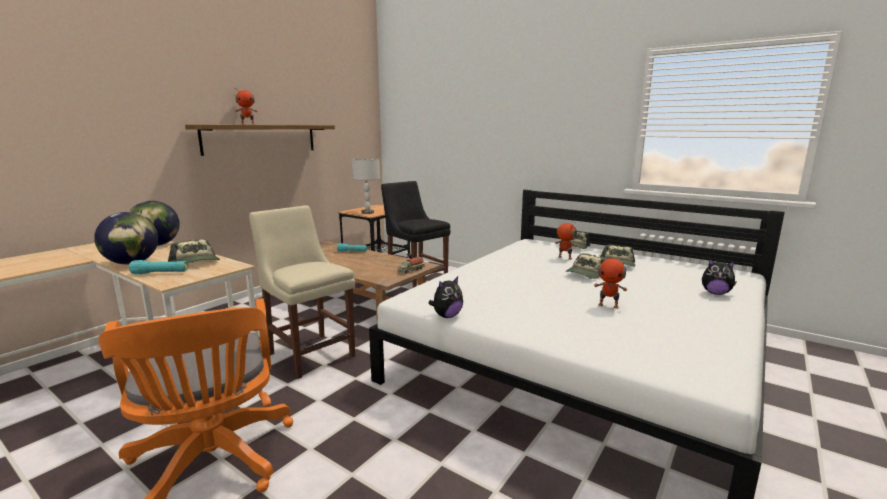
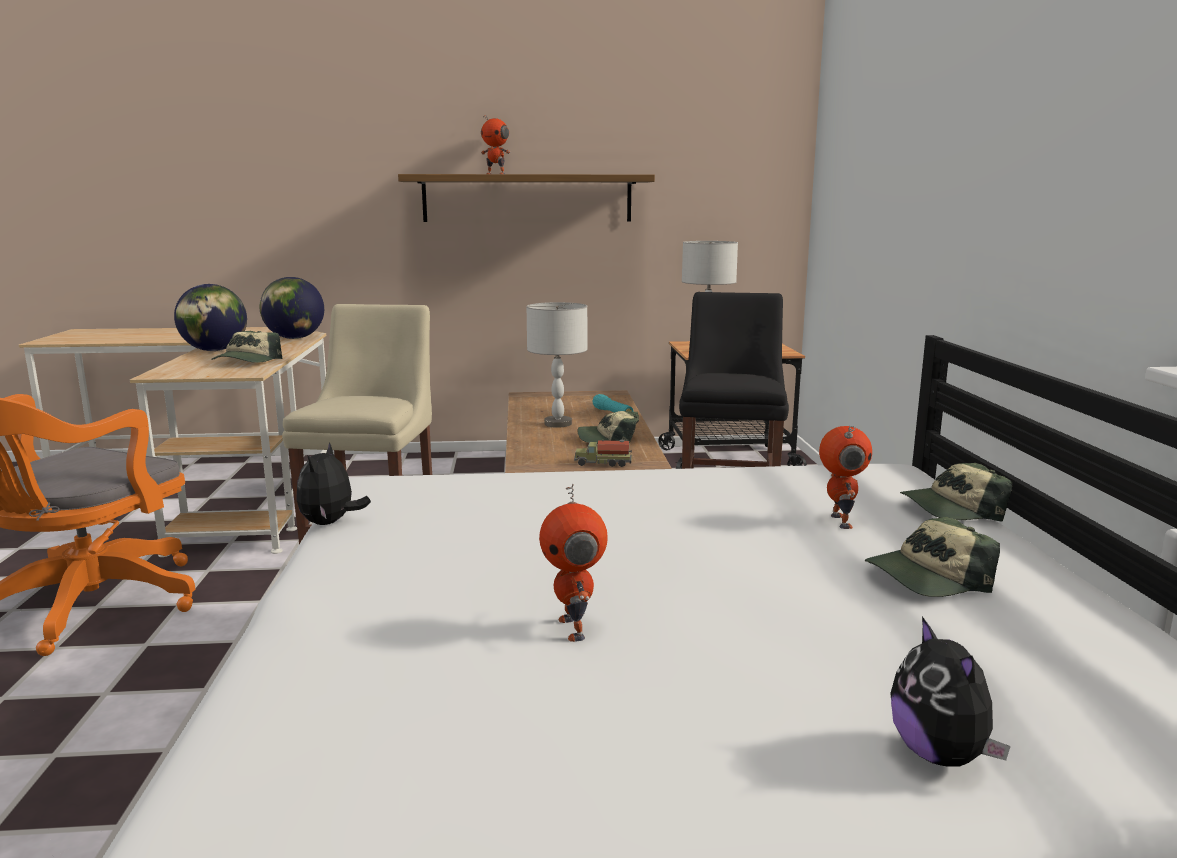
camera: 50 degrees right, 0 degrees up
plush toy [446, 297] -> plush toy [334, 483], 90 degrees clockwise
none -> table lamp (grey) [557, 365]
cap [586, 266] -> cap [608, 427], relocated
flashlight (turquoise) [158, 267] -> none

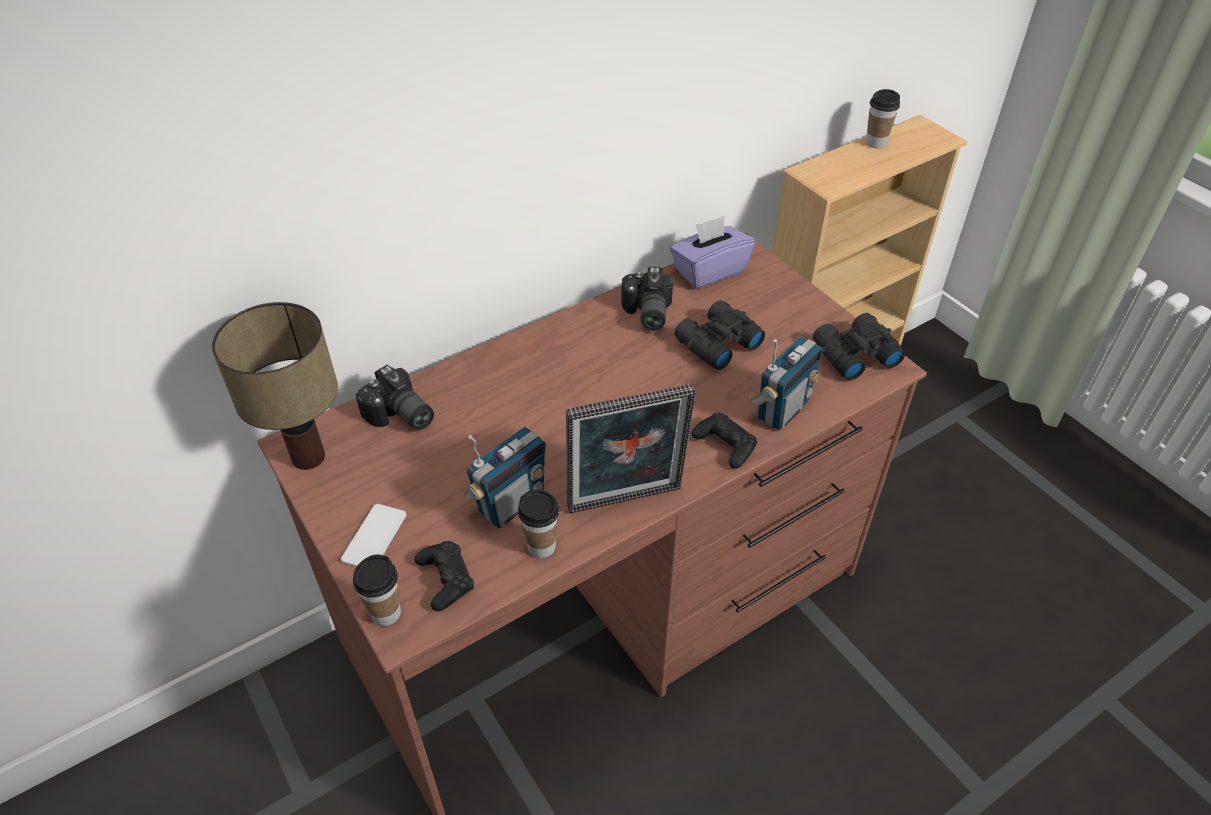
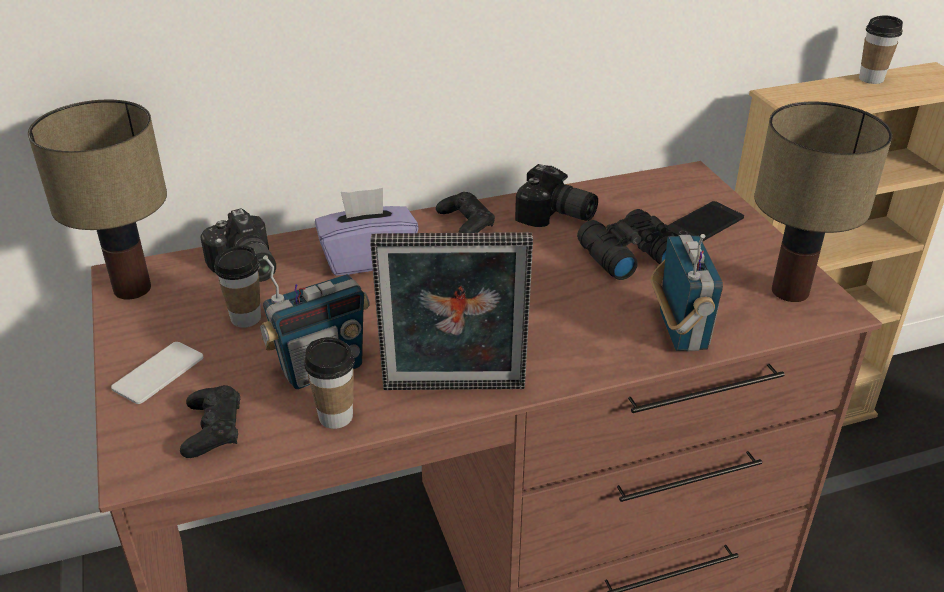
camera: 15 degrees right, 10 degrees down
cup [377, 590] -> cup [237, 286], relocated
tissue box (purple) [713, 252] -> tissue box (purple) [367, 231], relocated
game controller (black) [724, 441] -> game controller (black) [465, 212], relocated
photo camera [647, 299] -> photo camera [556, 195], 75 degrees counterclockwise
radio [786, 383] -> radio [686, 293], 60 degrees counterclockwise
none -> phone [705, 221]
binoculars (black) [859, 346] -> table lamp [823, 202]

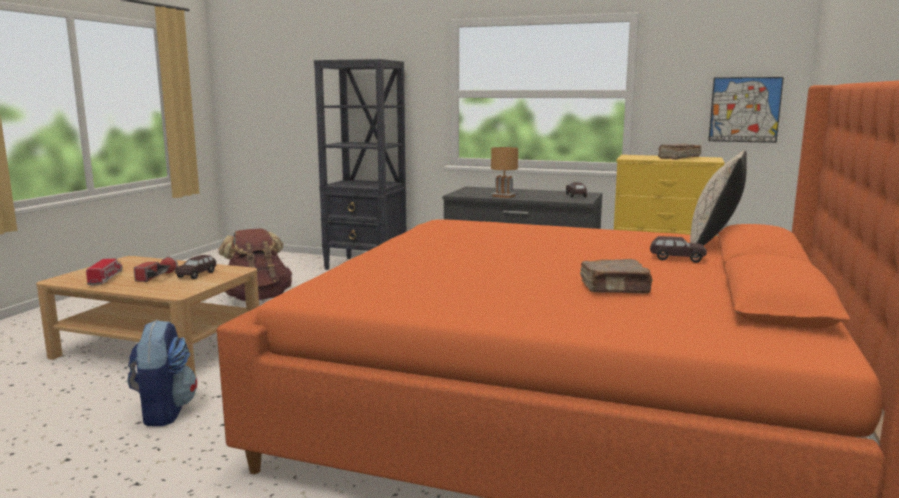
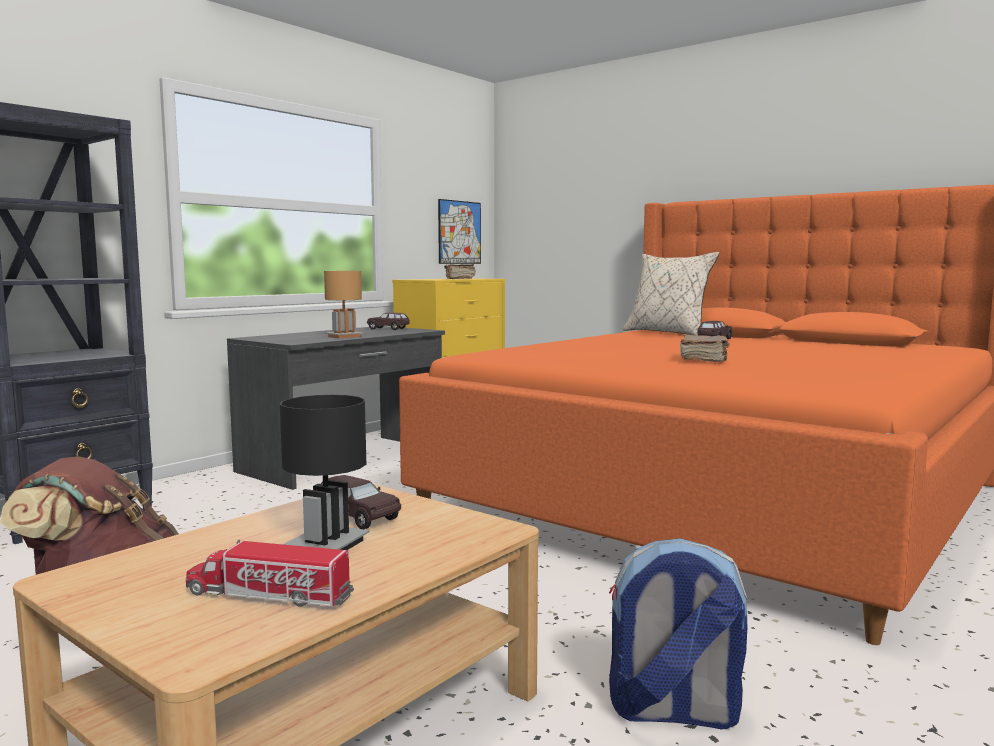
camera: 70 degrees left, 5 degrees down
flashlight [156, 269] -> table lamp (black) [324, 472]
book (brown) [616, 276] -> book (brown) [705, 348], relocated

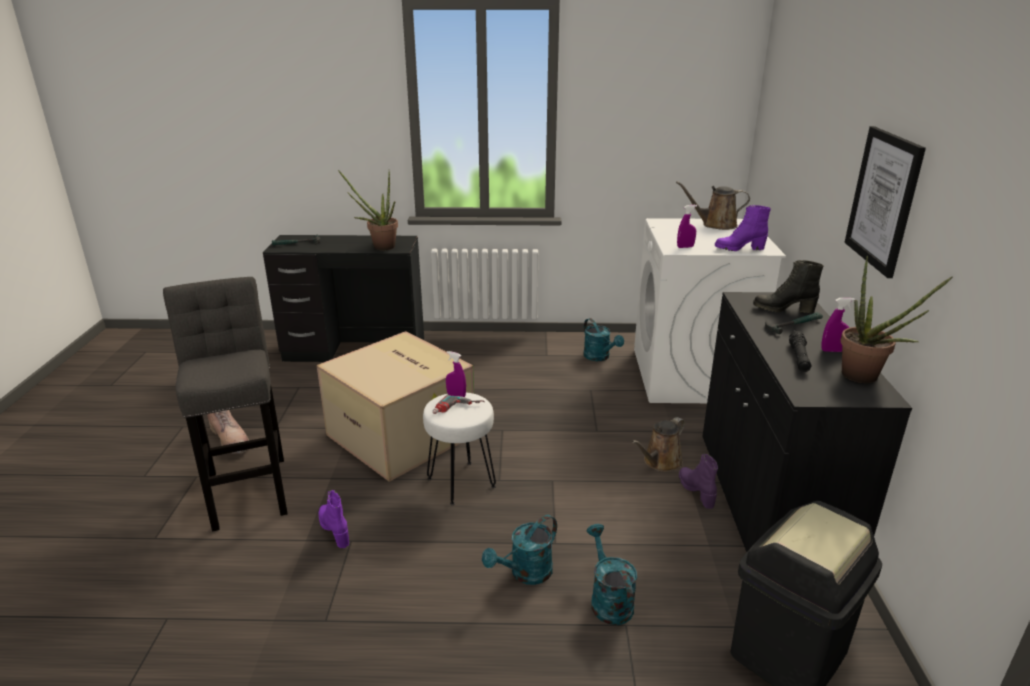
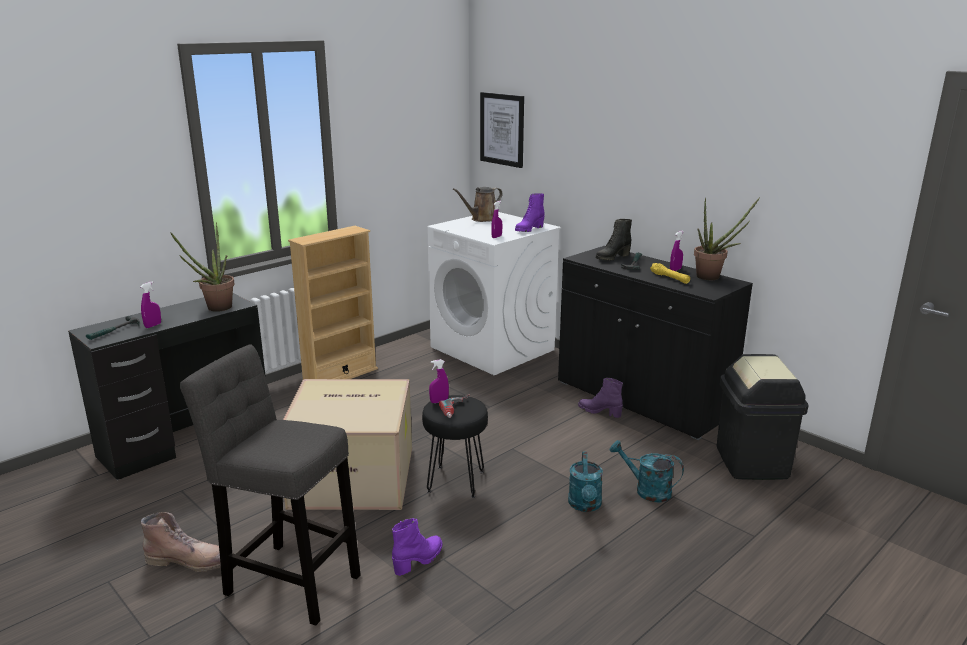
camera: 45 degrees left, 5 degrees down
none -> spray bottle (purple) [150, 304]
none -> bookcase (beige) [333, 302]
boot (purple) [334, 519] -> boot (purple) [417, 547], 120 degrees clockwise
stool (white) [459, 448] -> stool (black) [455, 446]
picture [885, 202] -> picture [502, 130], relocated
flashlight (black) [800, 351] -> flashlight (yellow) [670, 273]
watering can (turquoise) [603, 339] -> none
watering can (brown) [658, 444] -> none

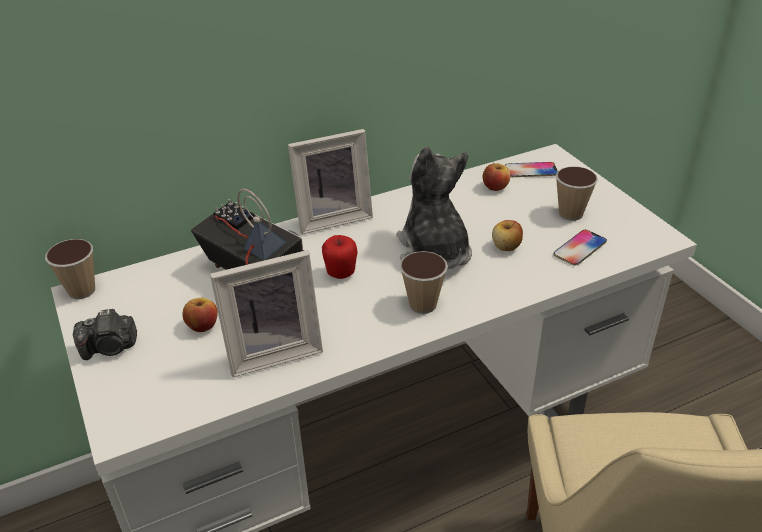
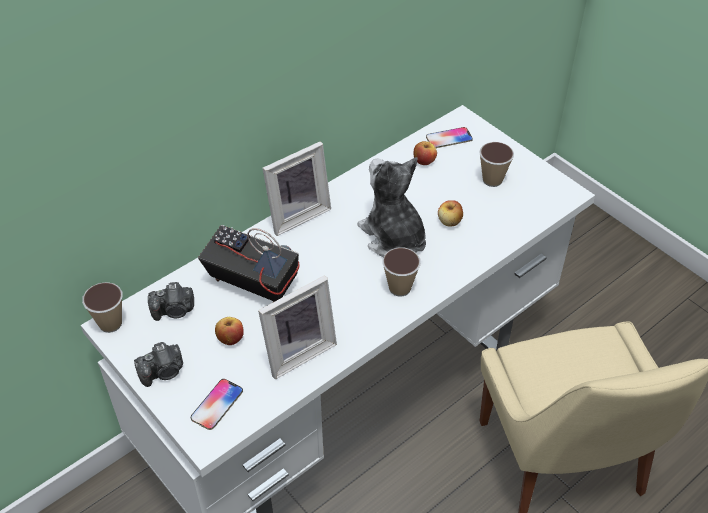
camera: 15 degrees left, 10 degrees up
none -> photo camera [171, 301]
phone [580, 248] -> phone [217, 404], relocated
apple [340, 257] -> none

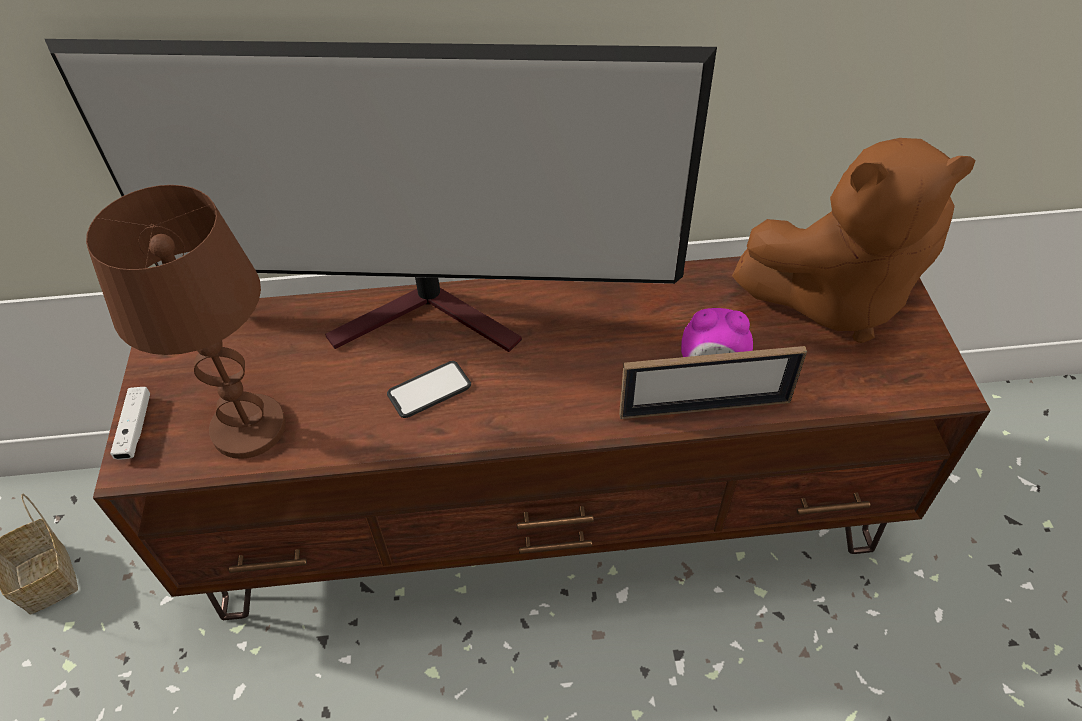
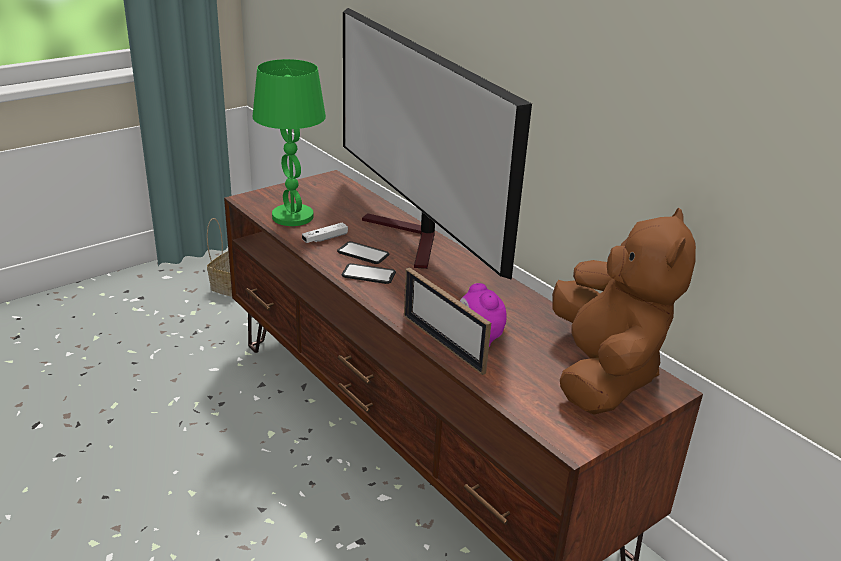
camera: 55 degrees right, 20 degrees down
table lamp (brown) [186, 322] -> table lamp (green) [289, 142]
game controller (white) [130, 423] -> game controller (white) [325, 233], relocated
none -> phone [368, 273]
plush toy (brown) [854, 240] -> plush toy (brown) [624, 311], 135 degrees counterclockwise

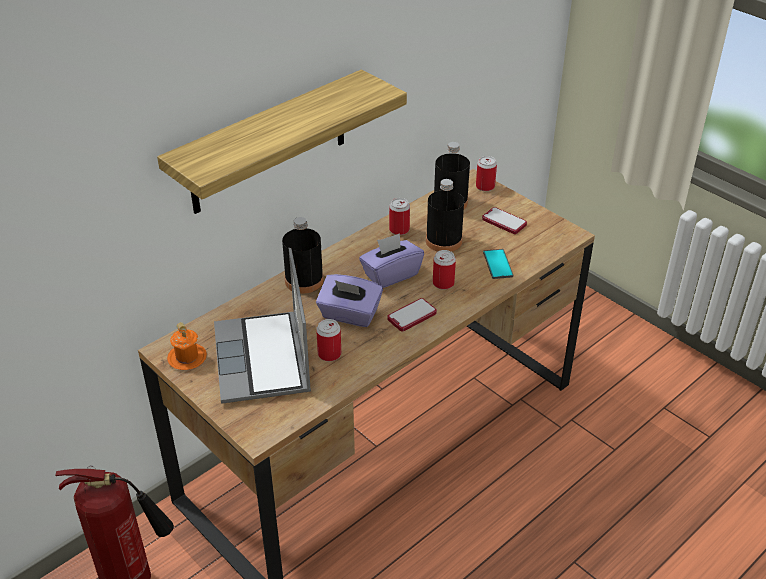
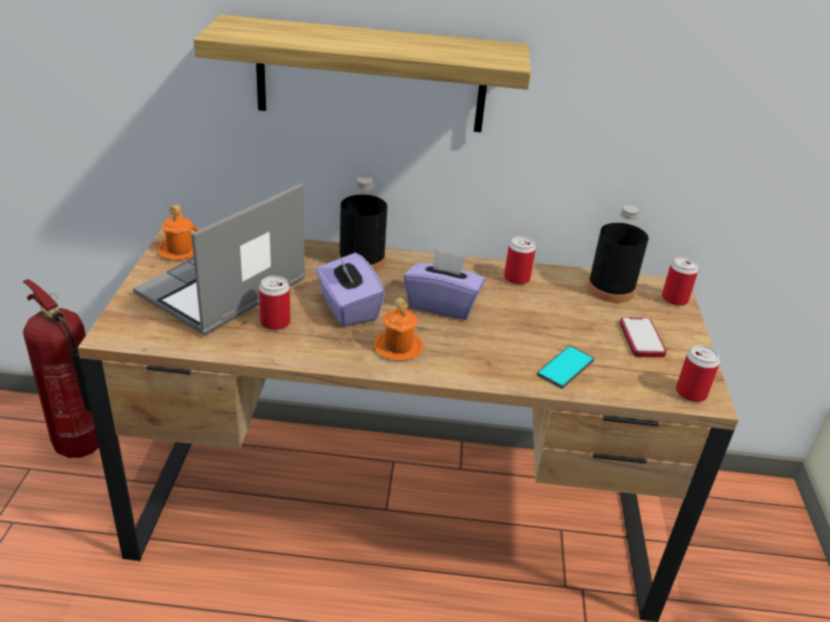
camera: 45 degrees right, 5 degrees down
phone [412, 315] -> mug (orange) [398, 329]
can [444, 270] -> can [698, 373], relocated
bottle (black) [445, 215] -> none

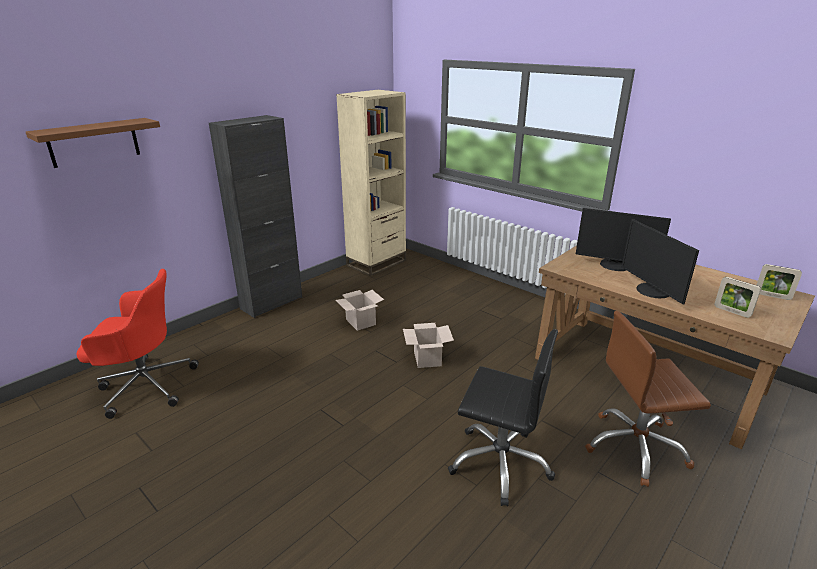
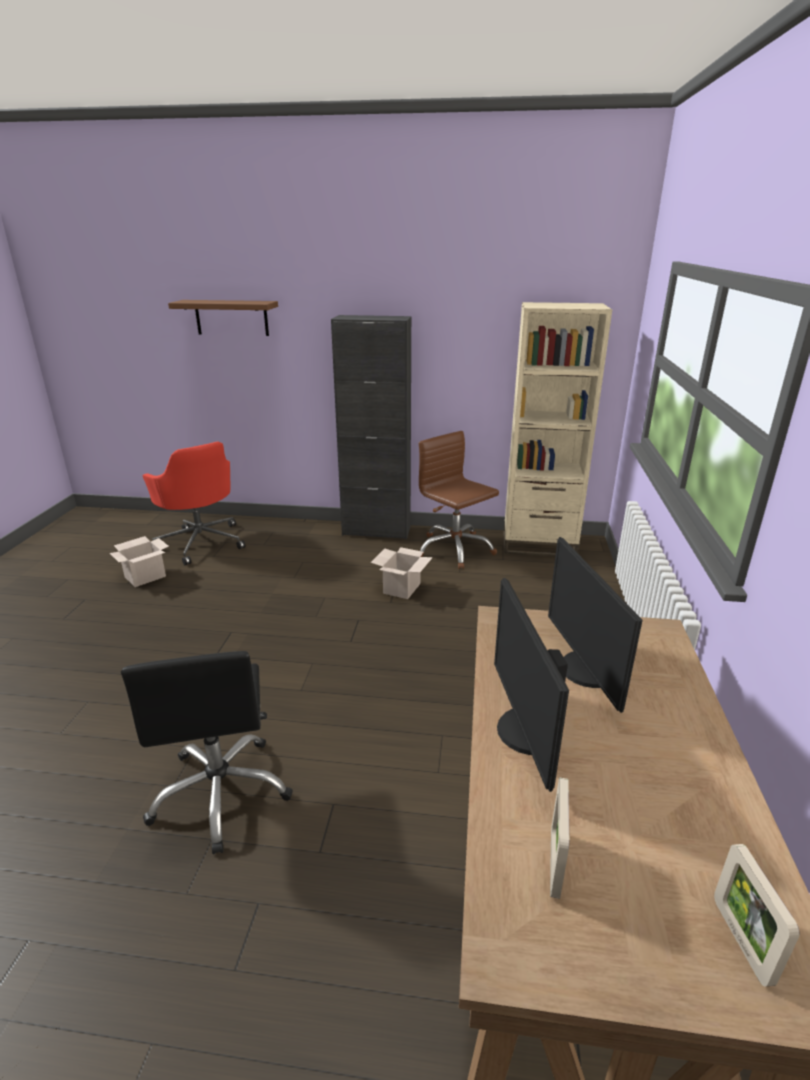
camera: 55 degrees right, 0 degrees up
cardboard box [428, 345] -> cardboard box [139, 561], relocated
office chair (brown) [648, 399] -> office chair (brown) [459, 500], relocated
monitor [660, 262] -> monitor [531, 685], 45 degrees counterclockwise

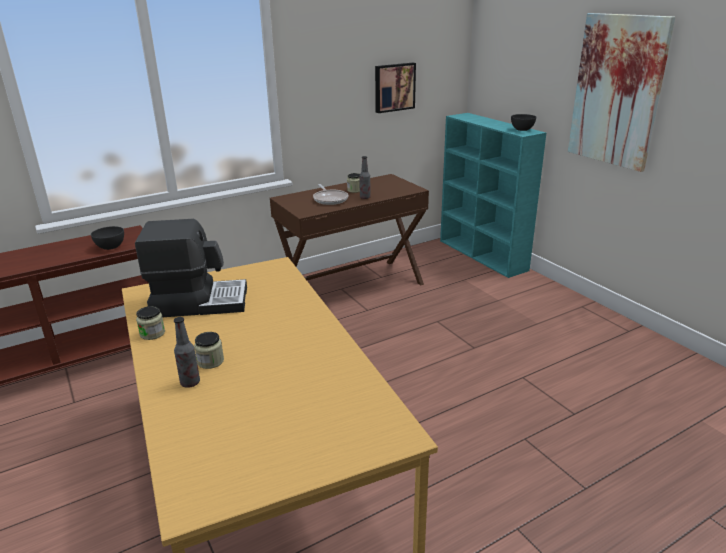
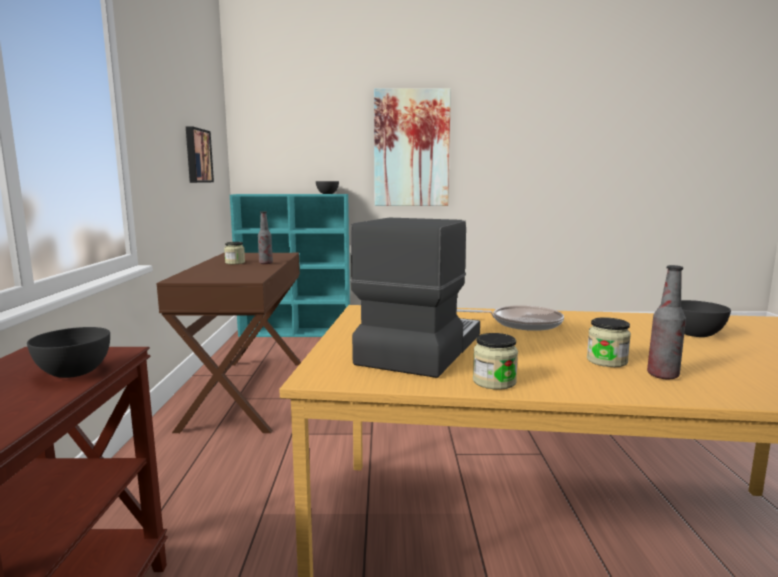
camera: 60 degrees left, 15 degrees down
frying pan [330, 194] -> frying pan [510, 318], relocated
none -> bowl (grey) [706, 318]

